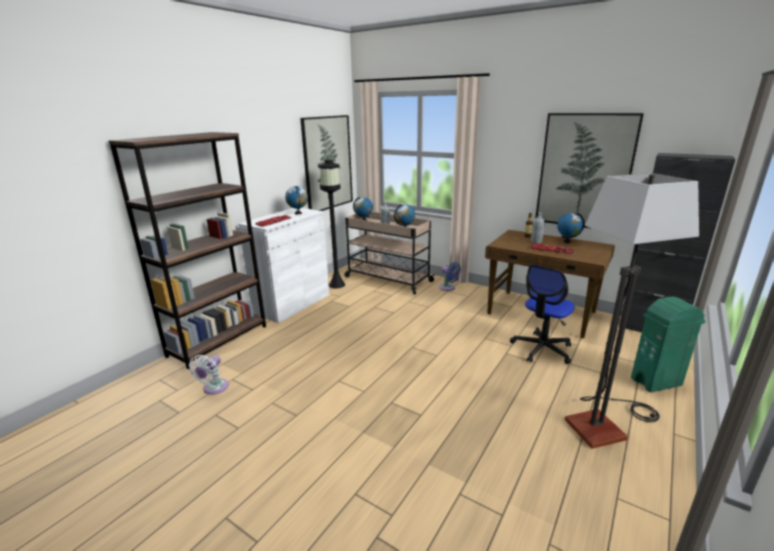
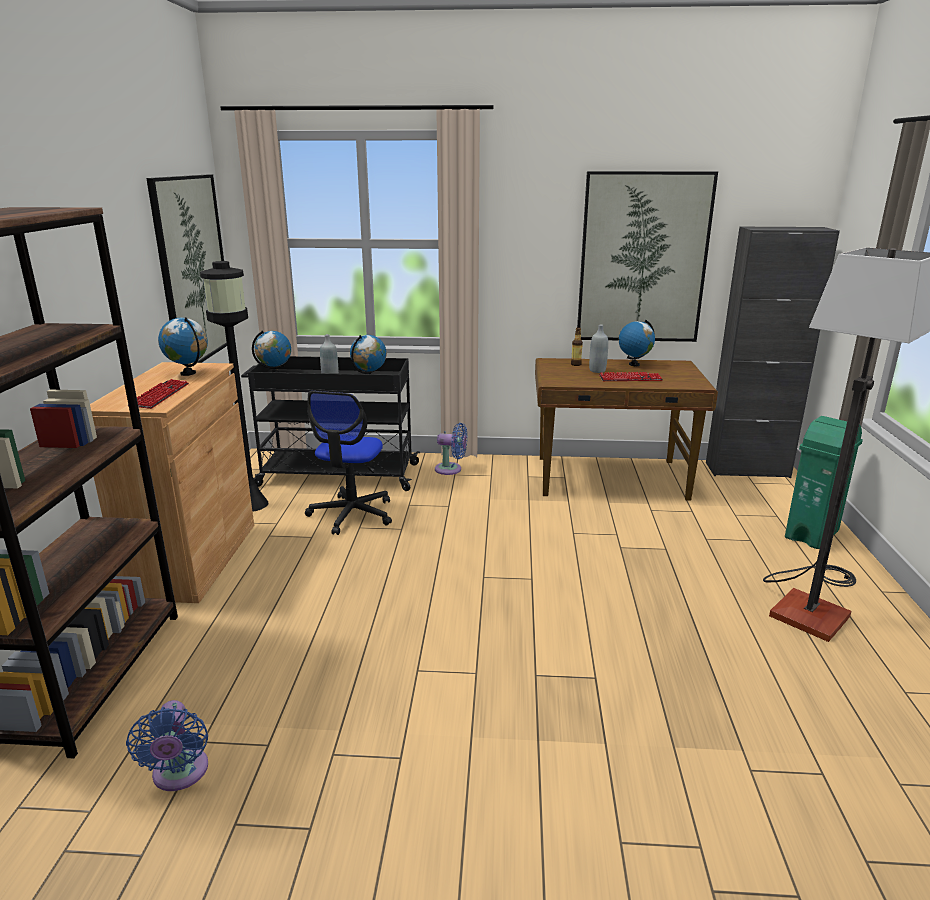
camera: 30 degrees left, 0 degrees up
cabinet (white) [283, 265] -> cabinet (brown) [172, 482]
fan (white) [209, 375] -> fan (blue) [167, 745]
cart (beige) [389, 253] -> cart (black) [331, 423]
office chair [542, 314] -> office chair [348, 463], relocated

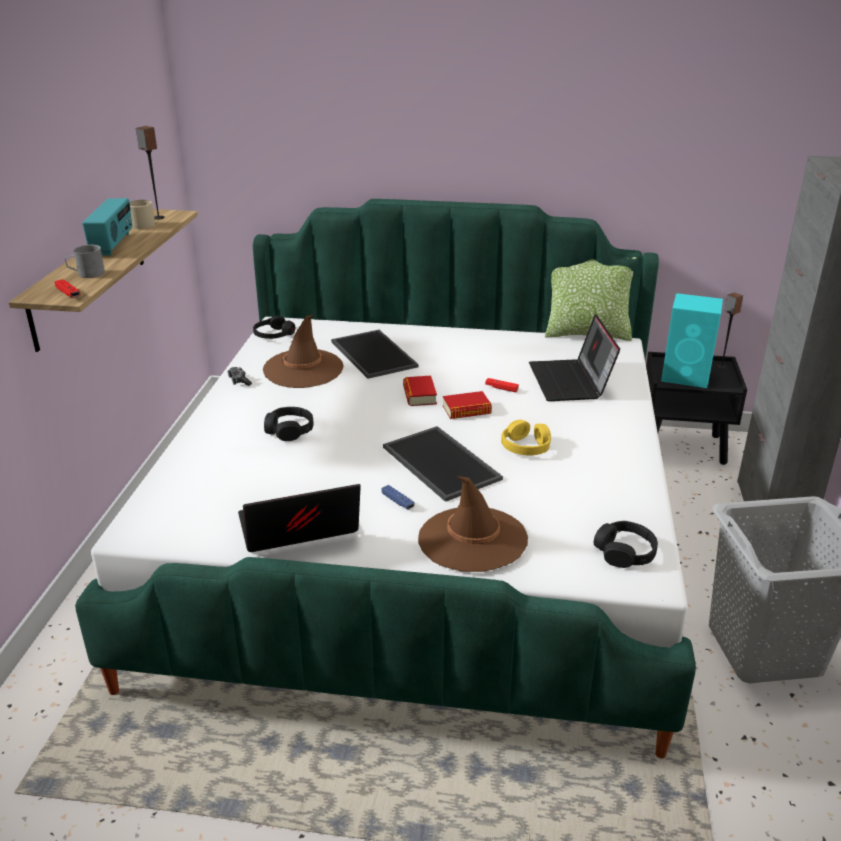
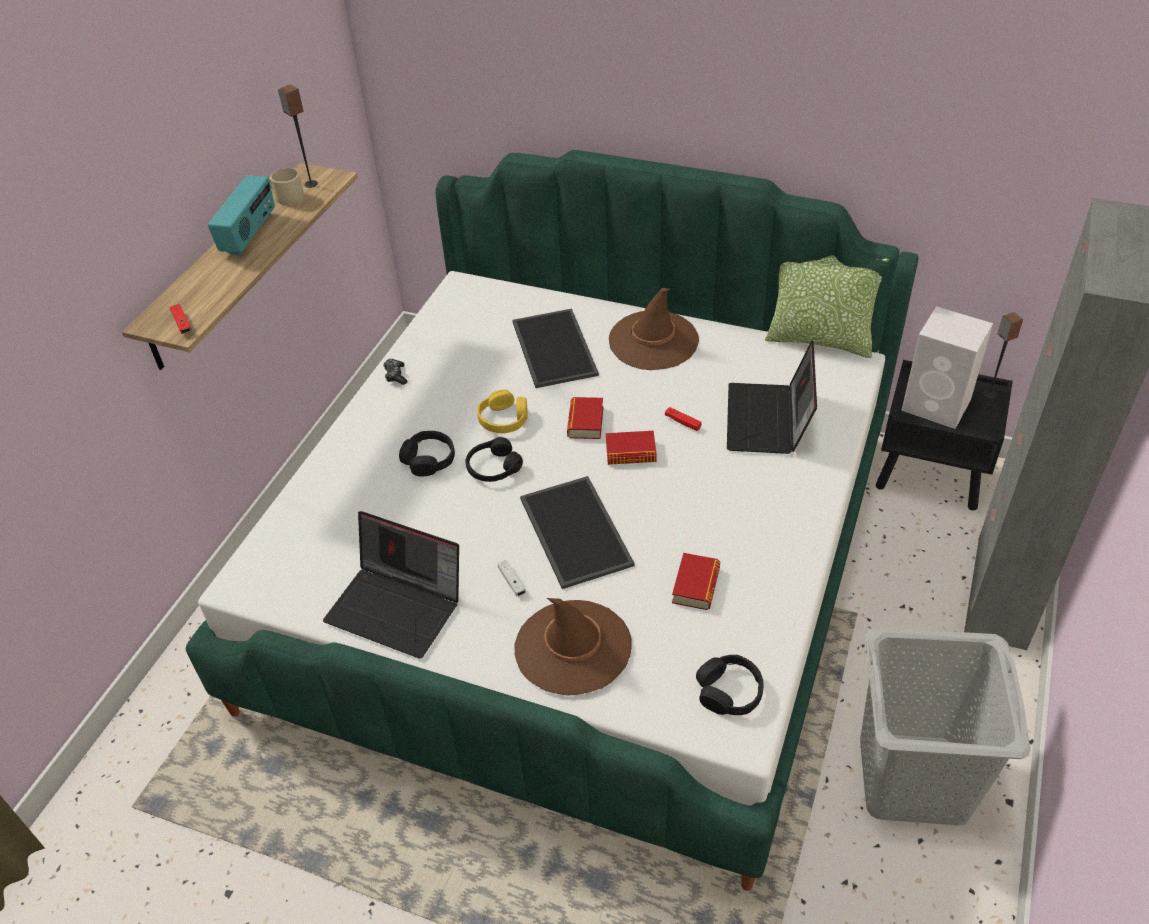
camera: 15 degrees right, 15 degrees up
laptop [299, 518] -> laptop [391, 585], 150 degrees counterclockwise
headphones (black) [274, 327] -> headphones (black) [494, 459], relocated
headphones (yellow) [526, 438] -> headphones (yellow) [502, 411], relocated
game controller (blue) [398, 497] -> game controller (white) [512, 578]
hat (brown) [303, 351] -> hat (brown) [654, 329], relocated
none -> book [696, 581]
speaker (turquoise) [692, 340] -> speaker (white) [947, 367]
mug (grey) [85, 261] -> none

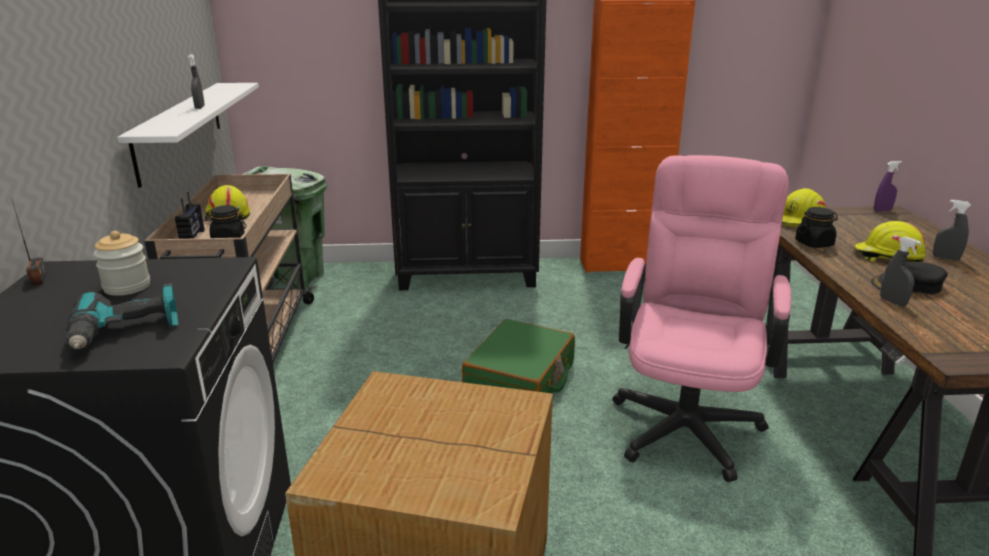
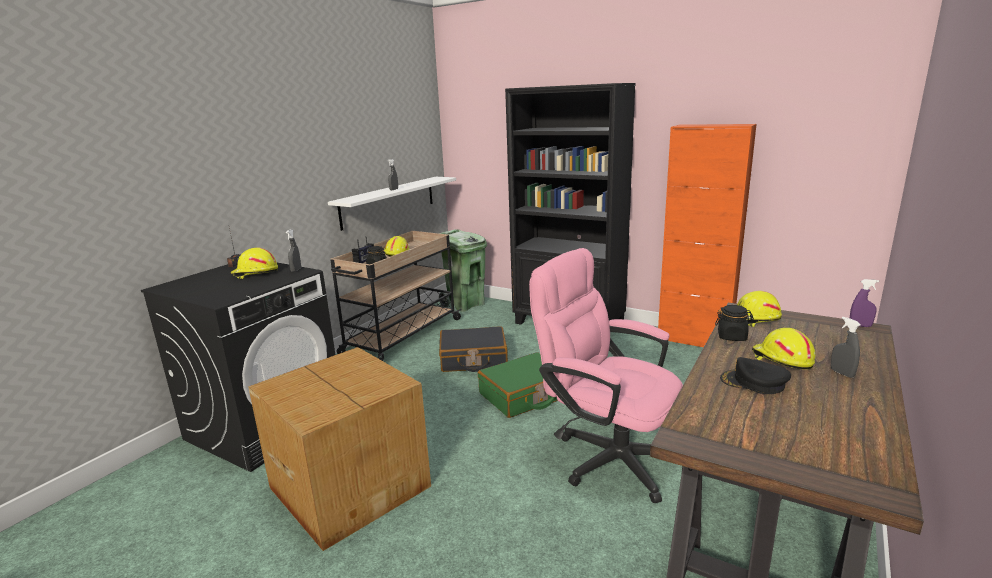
camera: 35 degrees right, 5 degrees down
jar [121, 263] -> hard hat (yellow) [254, 263]
spray bottle (grey) [900, 271] -> spray bottle (grey) [293, 250], relocated
none -> suitcase (black) [473, 349]
office chair (pink) [701, 318] -> office chair (pink) [606, 375], 105 degrees counterclockwise
power drill [122, 317] -> none

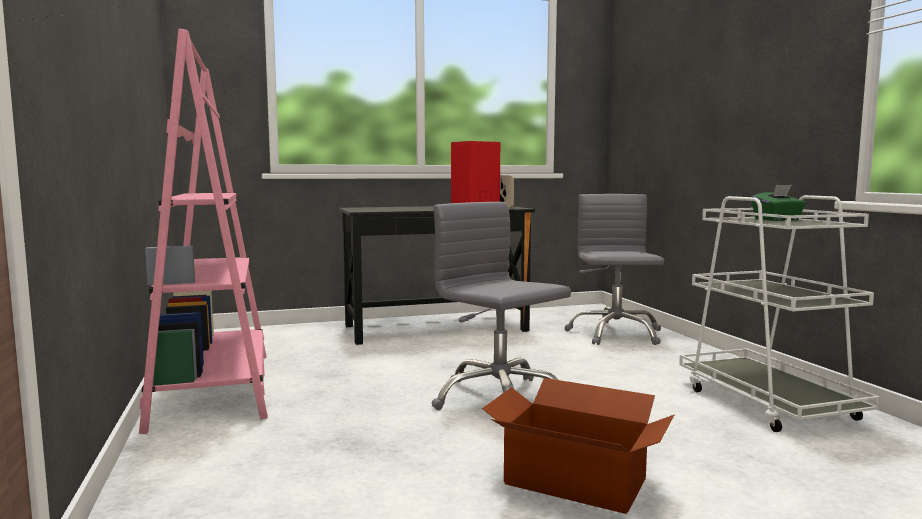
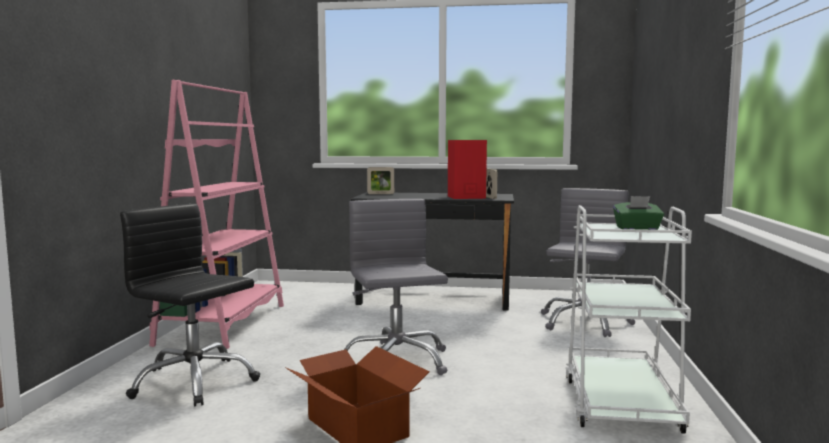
camera: 25 degrees right, 0 degrees up
none -> office chair (black) [190, 305]
none -> picture frame [380, 180]

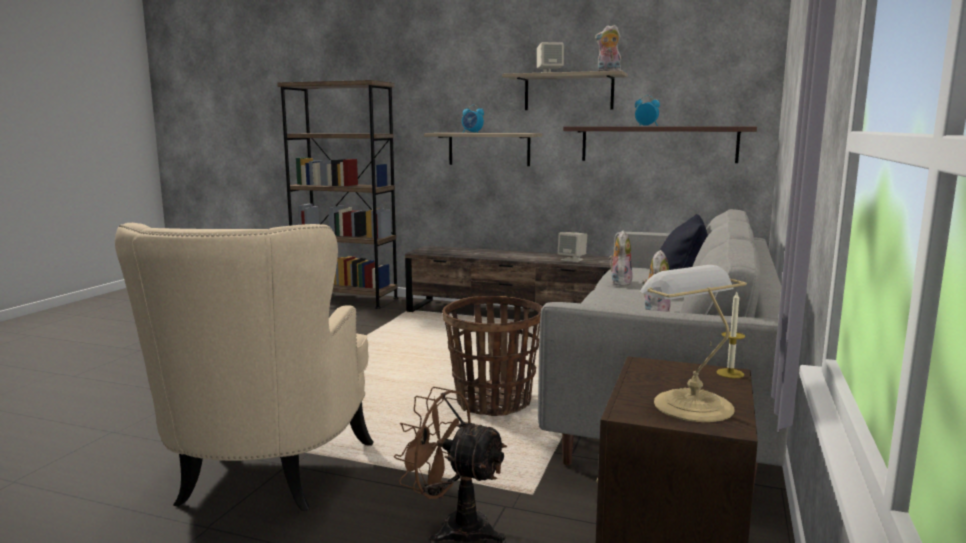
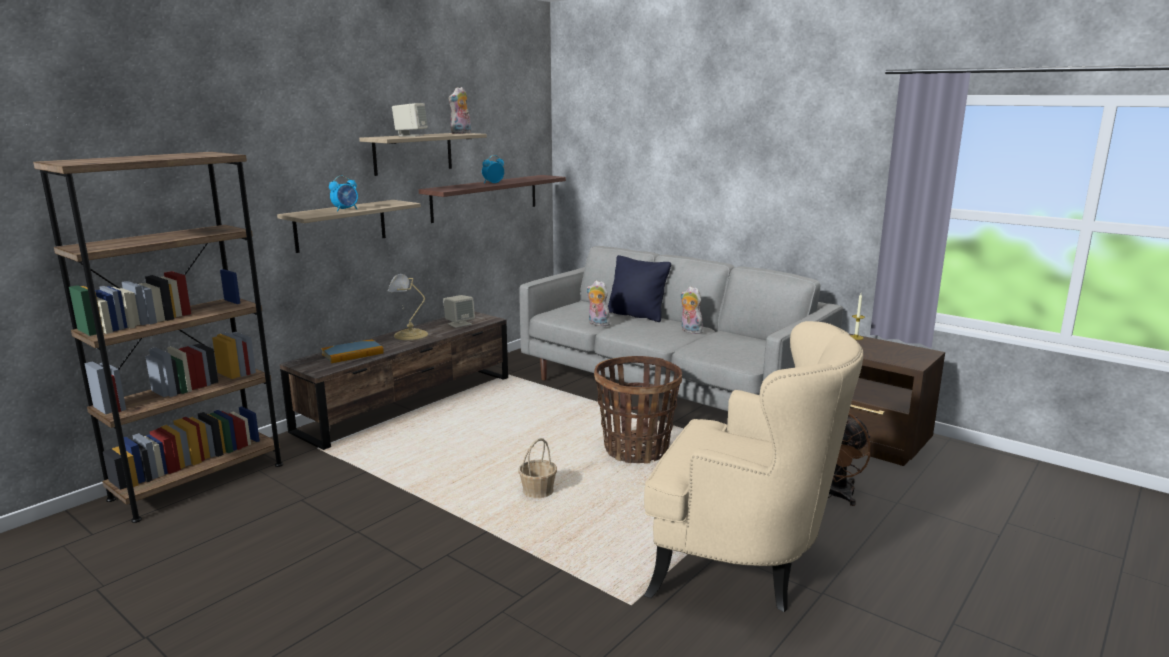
camera: 70 degrees left, 5 degrees up
none -> book [352, 351]
table lamp [693, 343] -> table lamp [408, 307], relocated
none -> basket [537, 468]

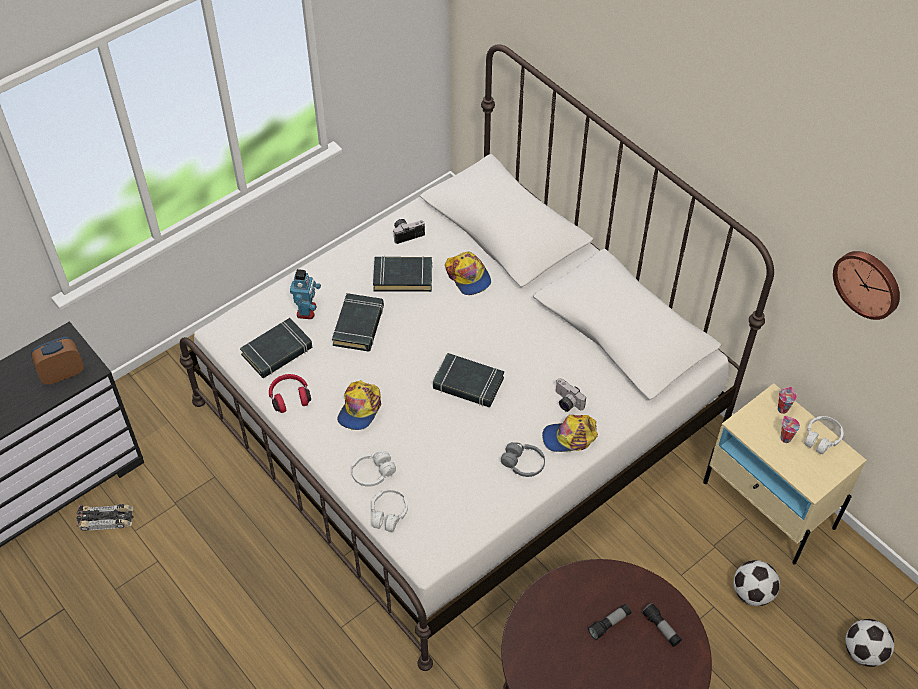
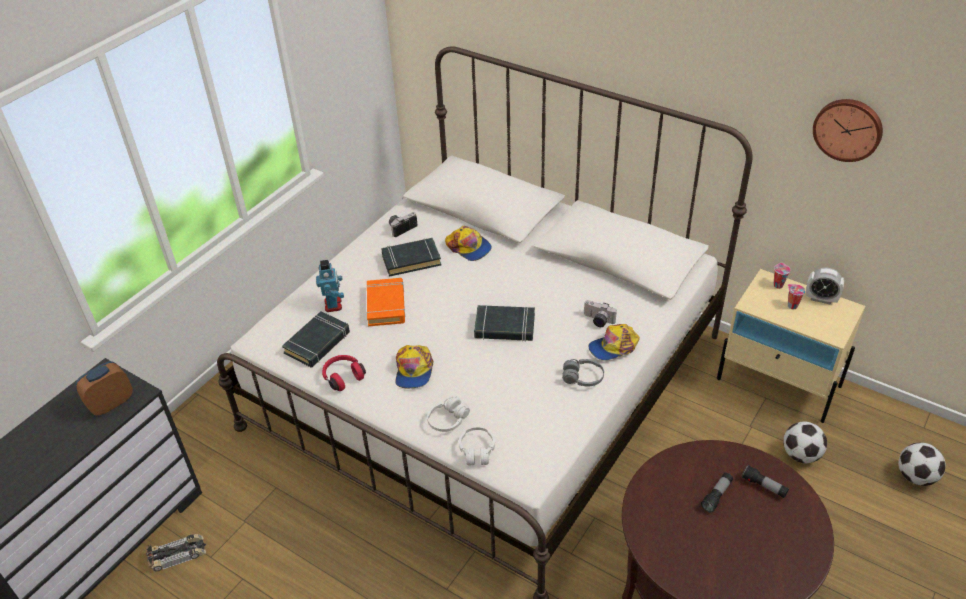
camera: 15 degrees left, 10 degrees down
book (black) [358, 322] -> book (orange) [386, 302]
headphones (white) [823, 435] -> alarm clock [825, 286]

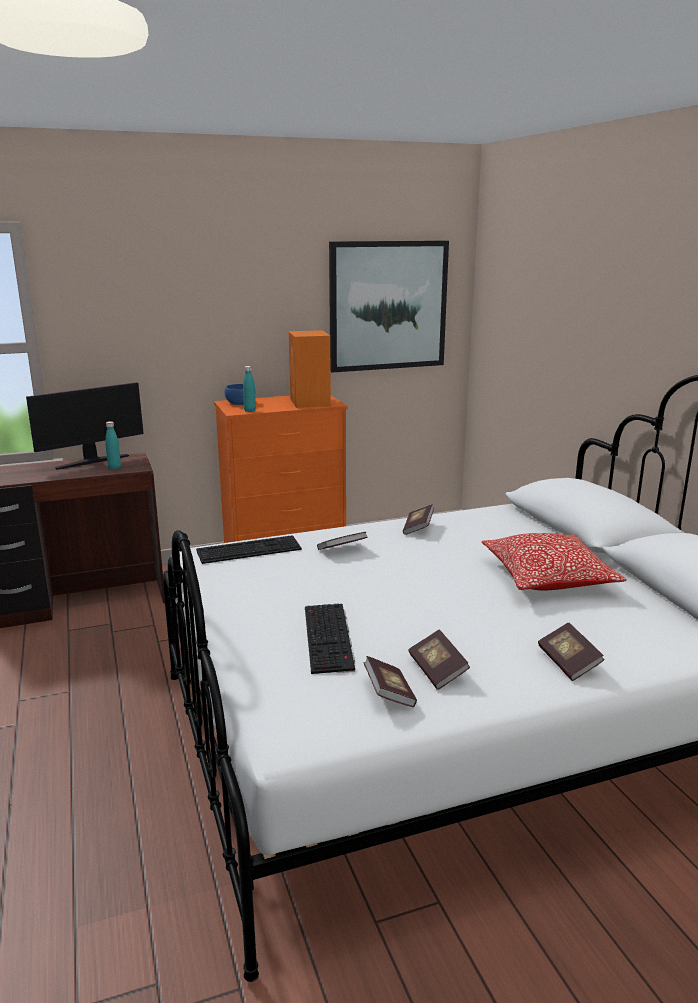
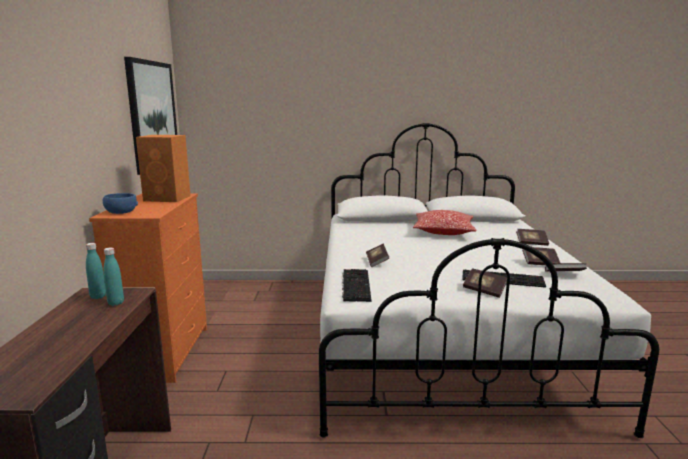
camera: 70 degrees left, 5 degrees down
bottle (turquoise) [249, 389] -> bottle (turquoise) [96, 271], relocated
book [418, 519] -> book [485, 283], relocated
monitor [85, 426] -> none

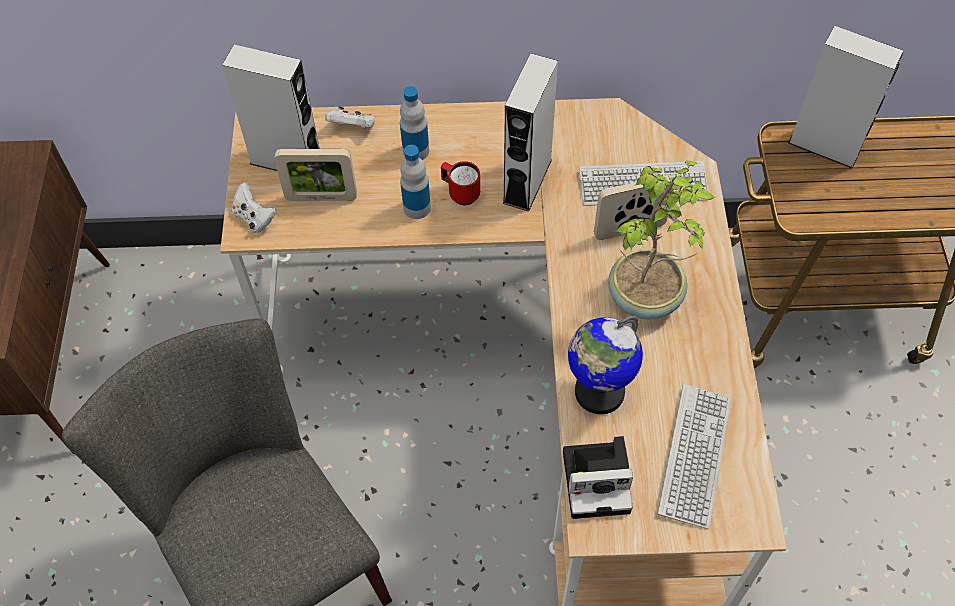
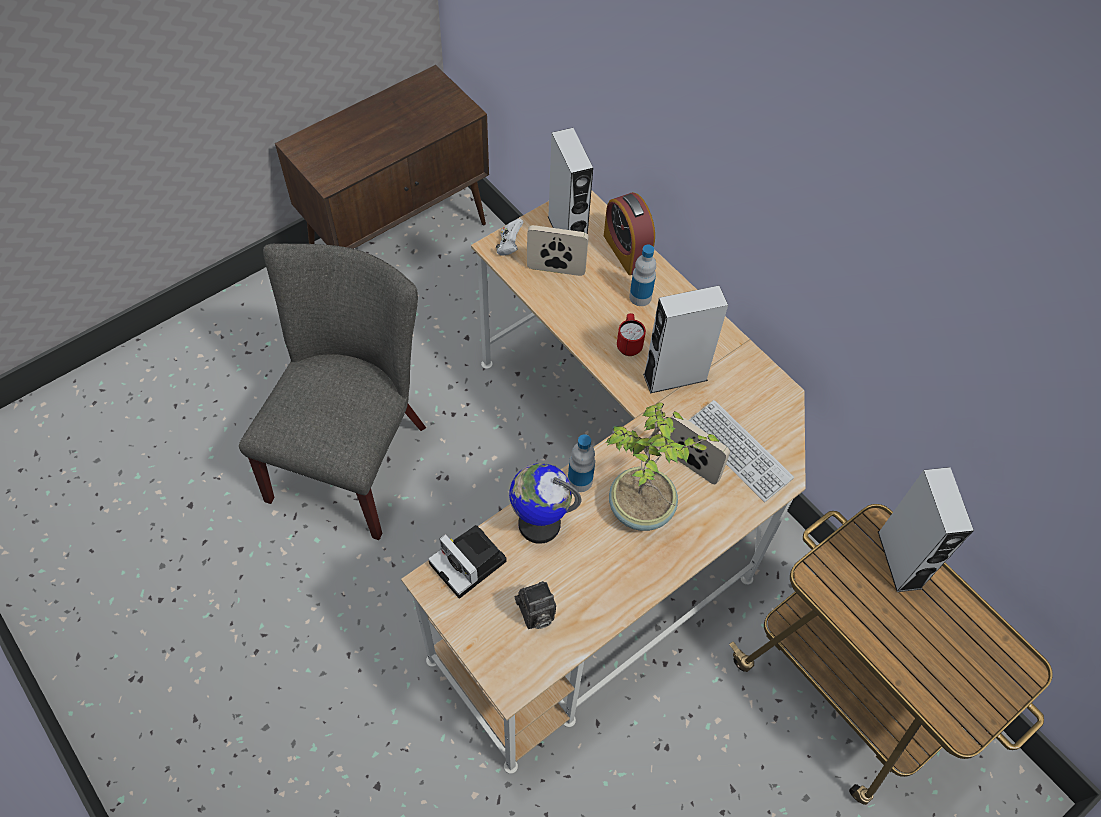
camera: 50 degrees right, 0 degrees up
keyboard [694, 456] -> photo camera [535, 605]
picture frame [315, 175] -> picture frame [558, 250], 135 degrees clockwise
bottle [415, 182] -> bottle [581, 463], relocated
game controller (white) [350, 117] -> alarm clock [629, 233]

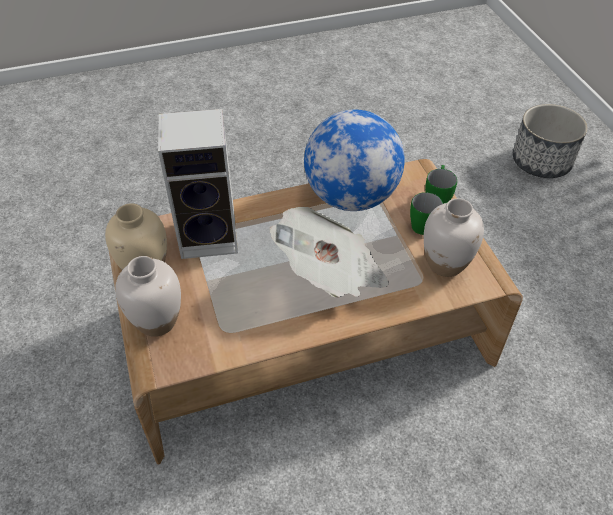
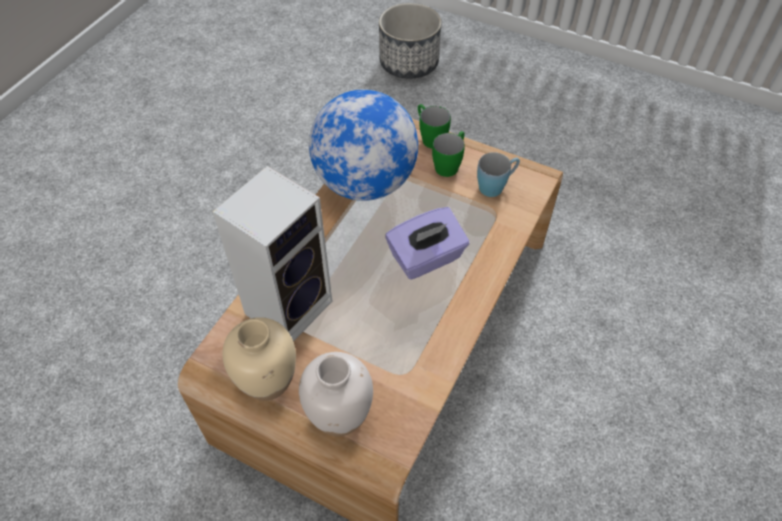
camera: 45 degrees left, 5 degrees up
newspaper [329, 252] -> tissue box (purple) [427, 243]
vase (white) [454, 237] -> mug (blue) [498, 174]

